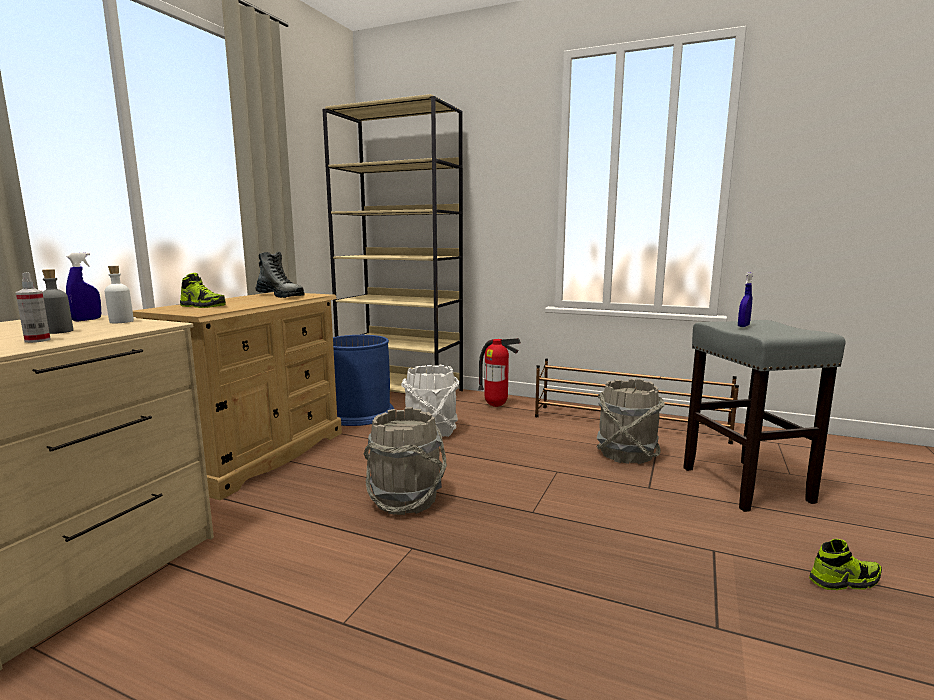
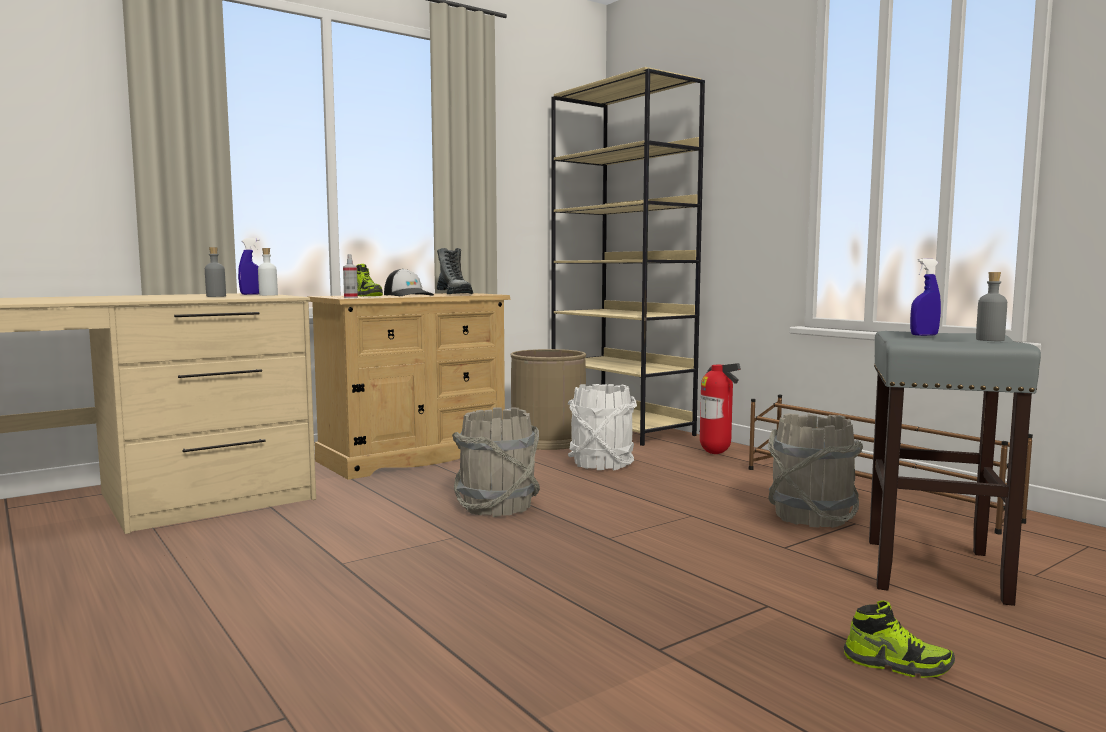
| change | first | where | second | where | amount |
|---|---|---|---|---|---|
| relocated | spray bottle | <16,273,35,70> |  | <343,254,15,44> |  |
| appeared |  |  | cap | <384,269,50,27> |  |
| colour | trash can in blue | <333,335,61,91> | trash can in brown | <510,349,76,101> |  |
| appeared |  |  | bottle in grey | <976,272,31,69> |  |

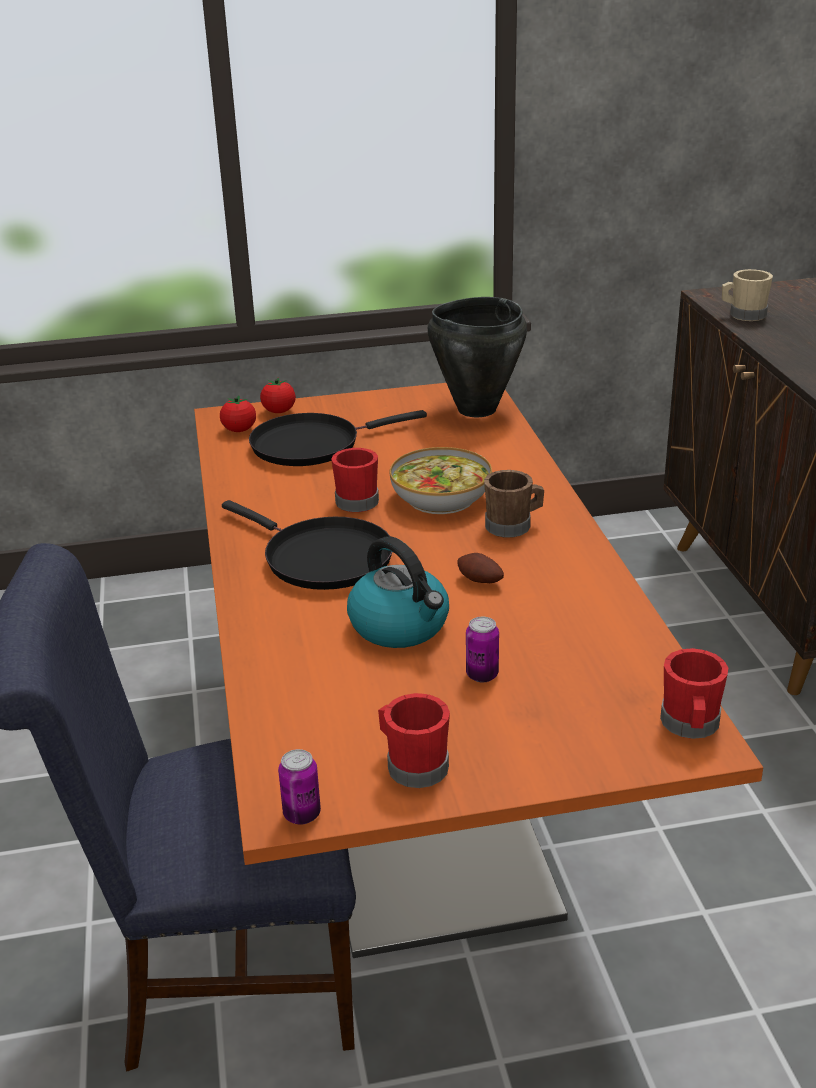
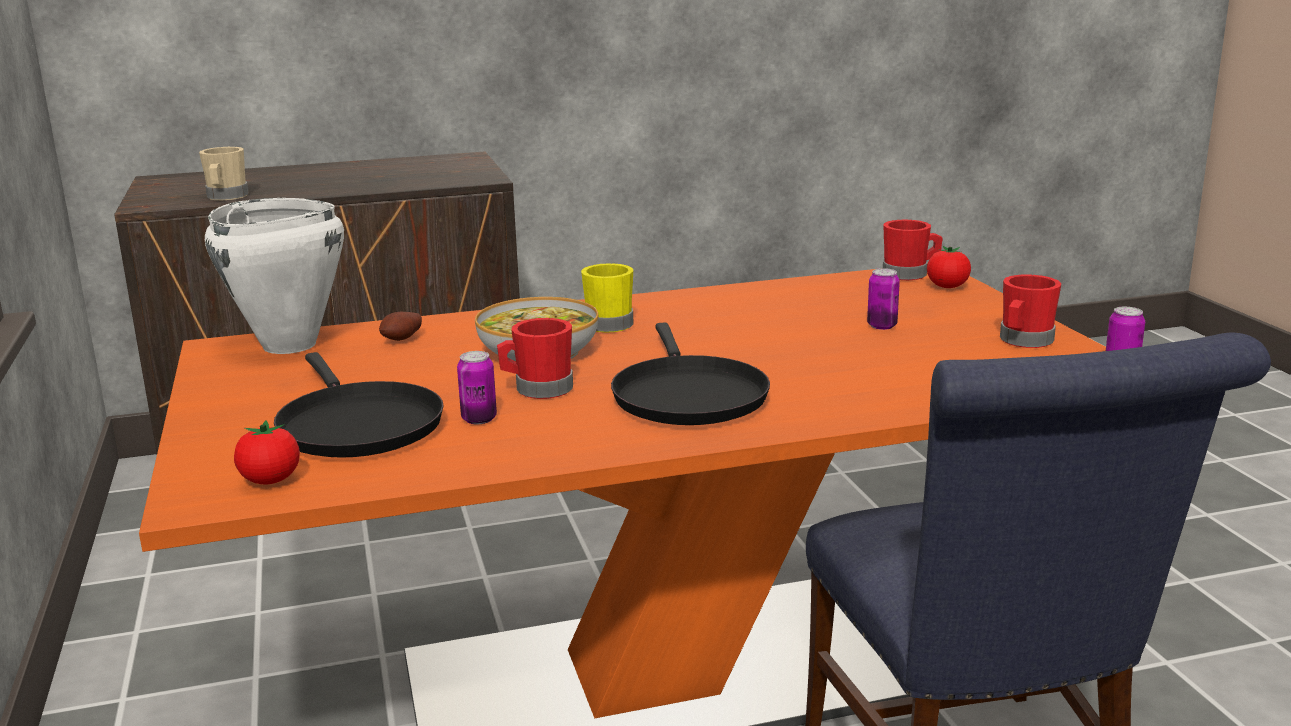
| change | first | where | second | where | amount |
|---|---|---|---|---|---|
| colour | cooking pot in black | <428,297,99,120> | cooking pot in white | <205,198,139,156> |  |
| relocated | potato | <457,553,47,30> |  | <379,312,43,29> |  |
| appeared |  |  | can | <457,351,40,73> |  |
| colour | mug in brown | <484,470,60,68> | mug in yellow | <581,263,52,70> |  |
| spun | frying pan in black | <222,500,170,90> |  | <611,323,159,102> | 135 degrees clockwise |
| relocated | tomato | <260,377,36,36> |  | <927,246,44,42> |  |
| missing | kettle | <347,536,102,112> |  |  |  |

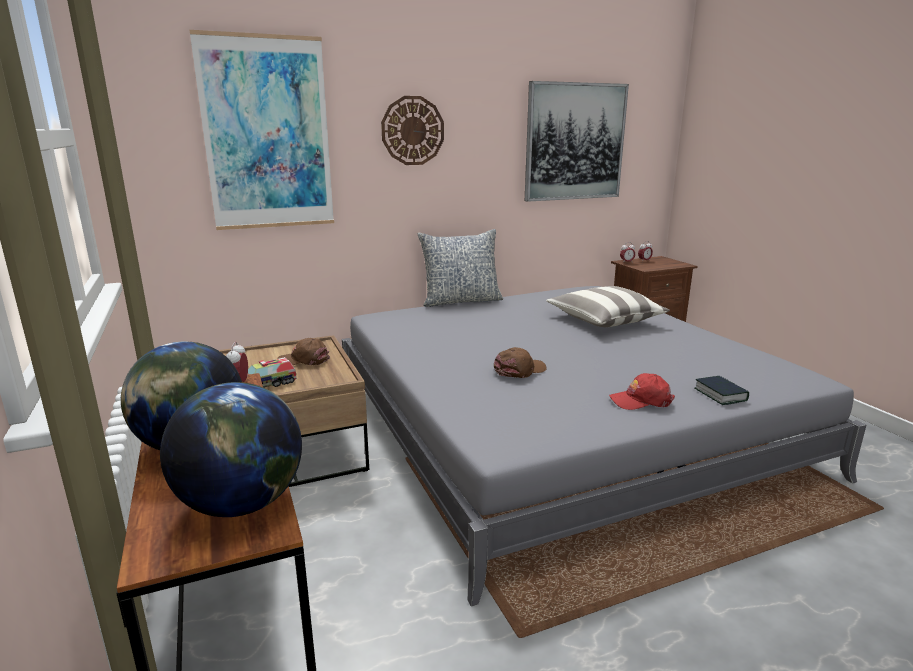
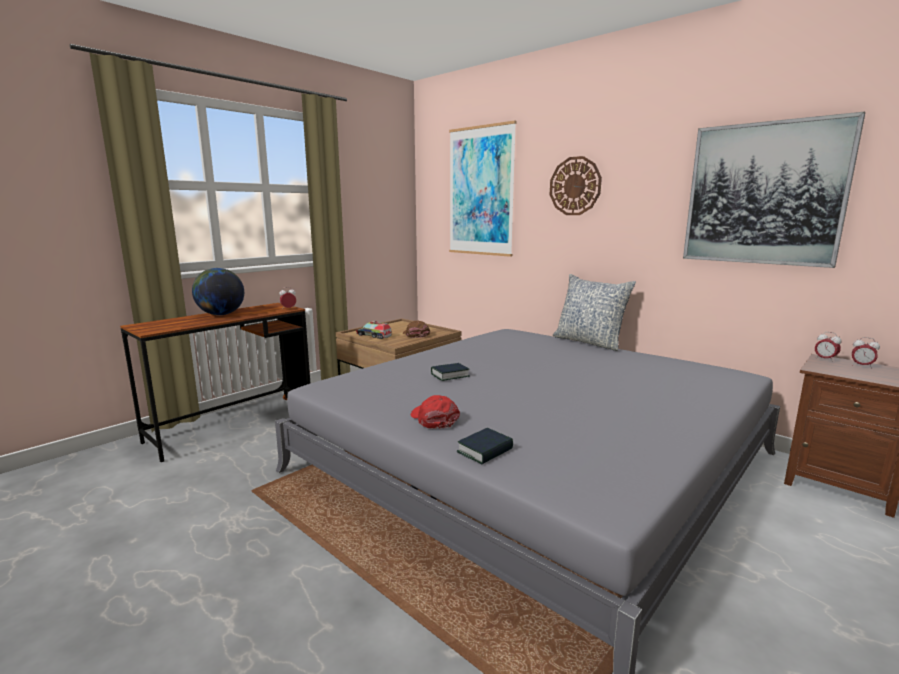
| change | first | where | second | where | amount |
|---|---|---|---|---|---|
| exchanged | cap in brown | <494,347,53,31> | book | <431,363,39,18> |  |
| missing | globe | <160,382,142,135> |  |  |  |
| missing | pillow | <546,286,124,41> |  |  |  |

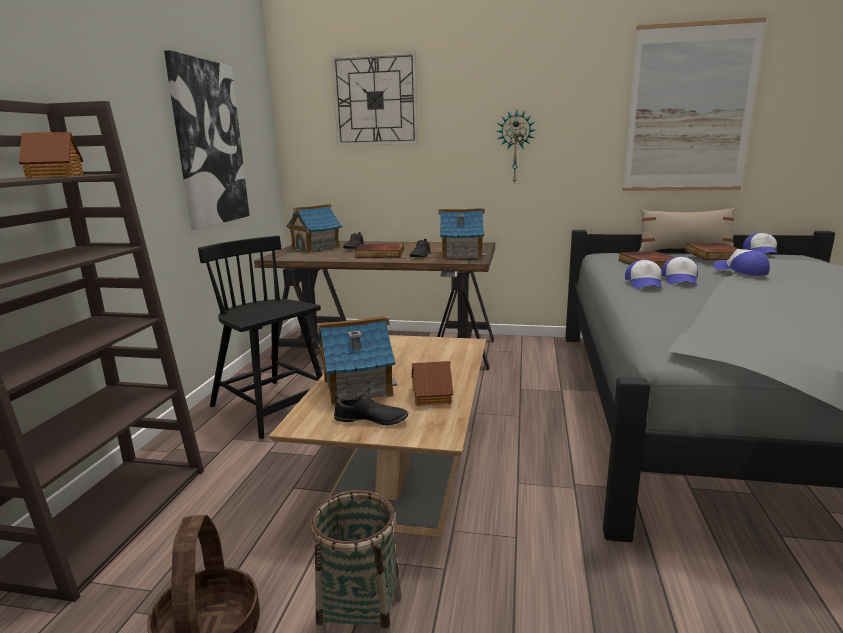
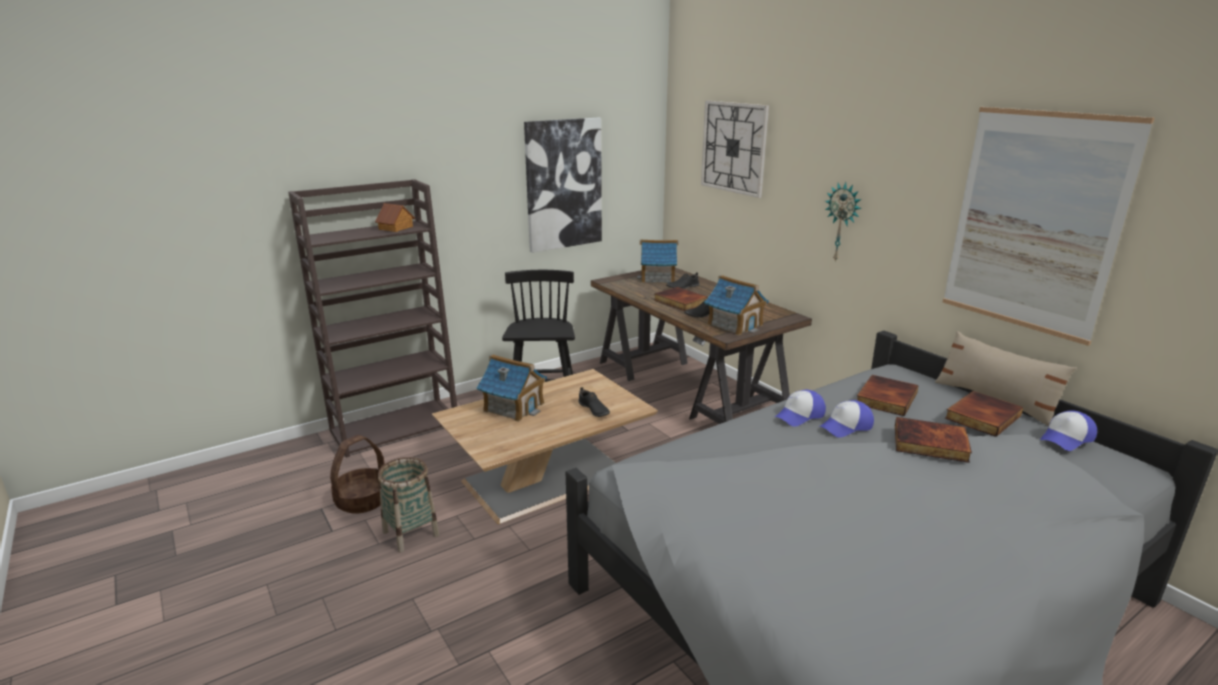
| change | first | where | second | where | amount |
|---|---|---|---|---|---|
| relocated | shoe in black | <334,394,74,31> |  | <578,387,32,30> |  |
| exchanged | cap | <713,249,57,27> | book | <895,417,77,46> |  |
| missing | toy house | <411,361,42,45> |  |  |  |

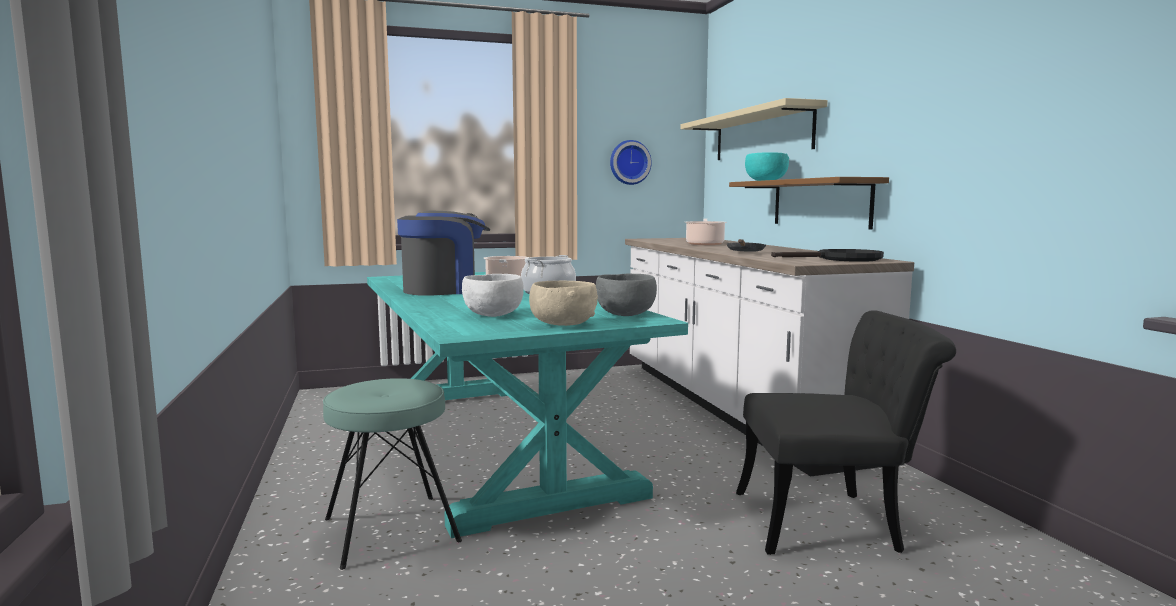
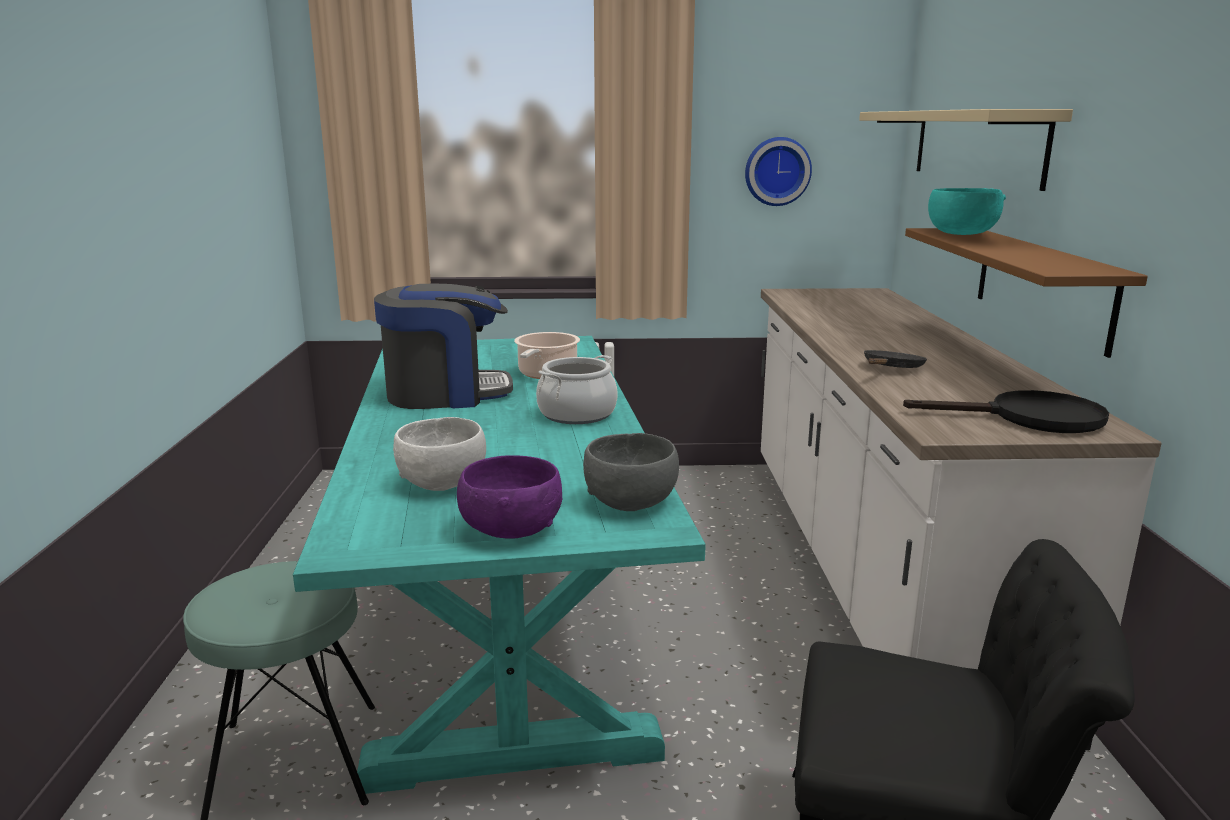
| change | first | where | second | where | amount |
|---|---|---|---|---|---|
| colour | bowl in beige | <529,281,69,45> | bowl in purple | <457,455,106,84> |  |
| missing | cooking pot | <685,218,42,27> |  |  |  |

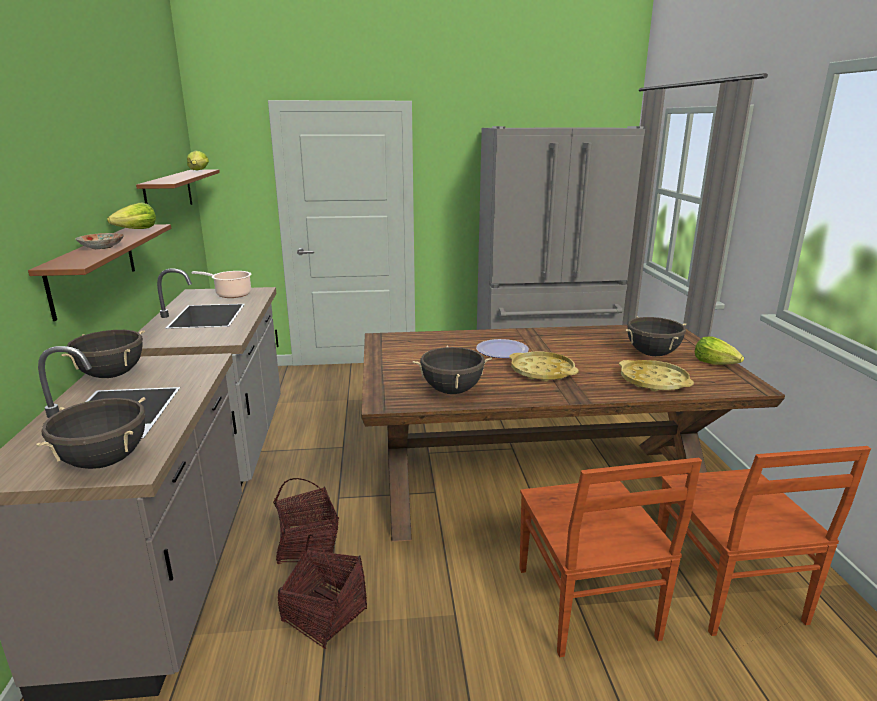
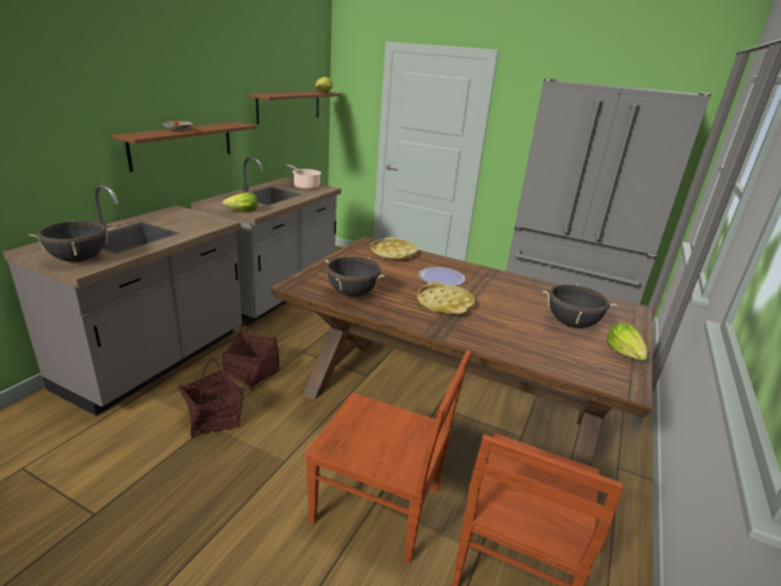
| change | first | where | second | where | amount |
|---|---|---|---|---|---|
| relocated | lettuce | <107,203,49,26> |  | <222,192,36,19> |  |
| spun | chair in brown | <519,458,183,199> |  | <305,350,166,213> | 90 degrees counterclockwise |
| relocated | tray in yellow | <619,360,75,32> |  | <371,237,47,22> |  |
| missing | cooking pot in black | <61,330,84,48> |  |  |  |

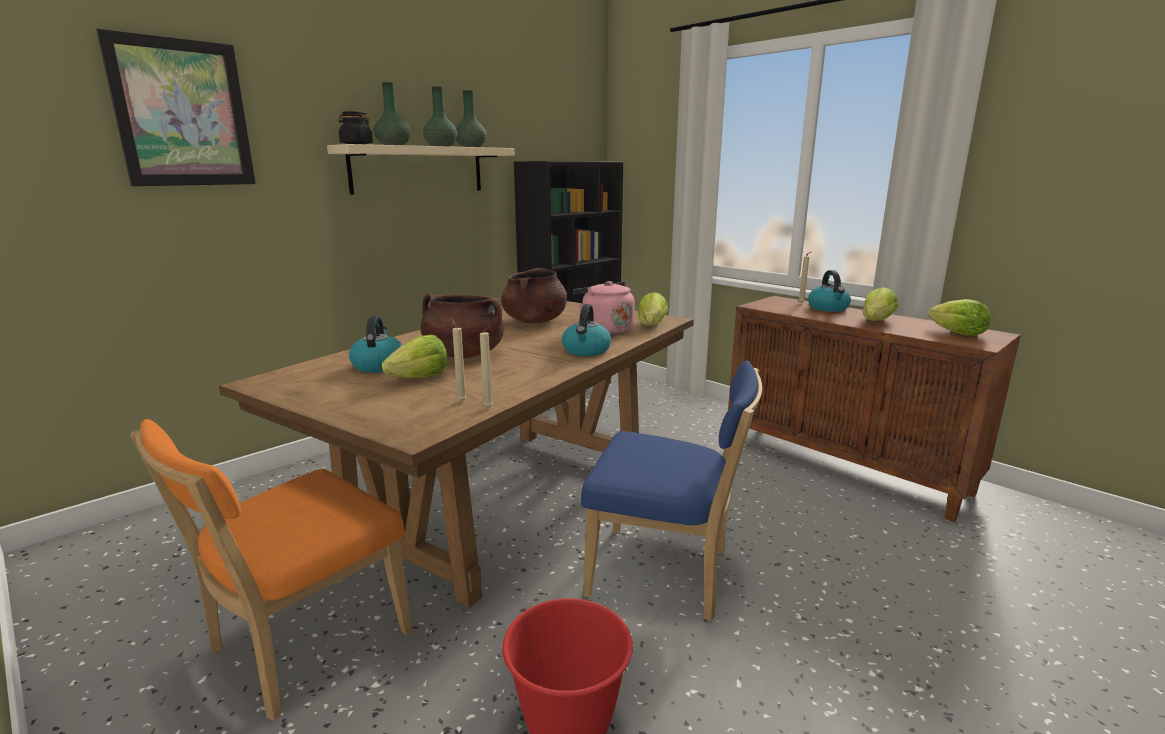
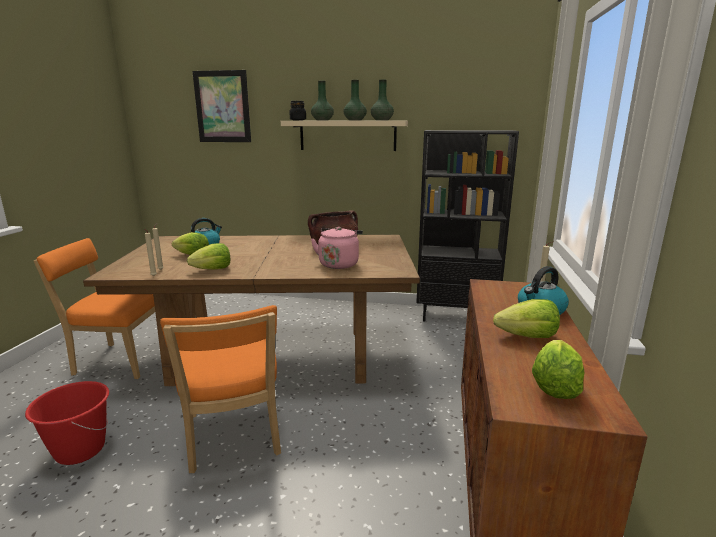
| change | first | where | second | where | amount |
|---|---|---|---|---|---|
| colour | chair in blue | <581,360,181,261> | chair in orange | <160,305,121,168> |  |
| relocated | lettuce | <638,292,30,34> |  | <187,243,43,26> |  |
| missing | cooking pot in brown | <420,294,85,64> |  |  |  |
| missing | kettle | <562,304,49,52> |  |  |  |

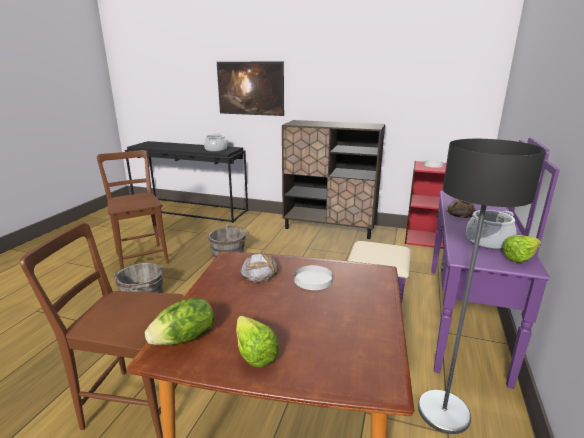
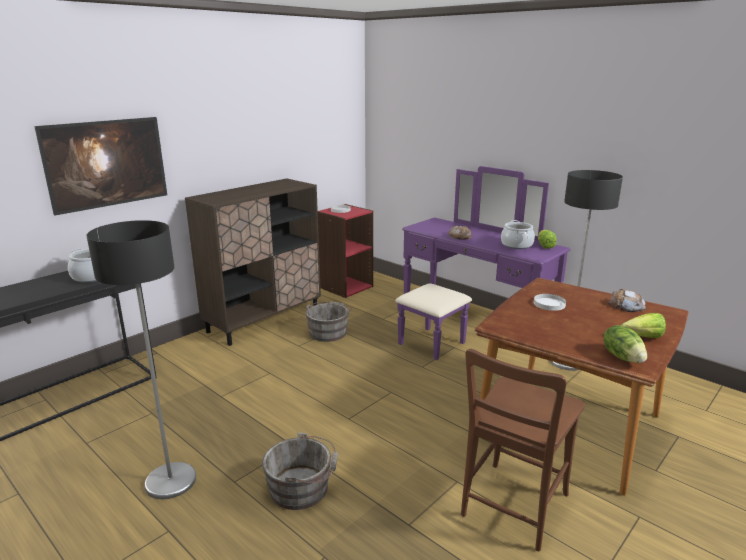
| change | first | where | second | where | amount |
|---|---|---|---|---|---|
| exchanged | chair in brown | <97,150,72,120> | floor lamp | <87,220,109,279> |  |
| relocated | bucket in grey | <208,224,41,34> |  | <306,301,46,41> |  |
| relocated | bread | <240,253,40,30> |  | <608,289,38,23> |  |

